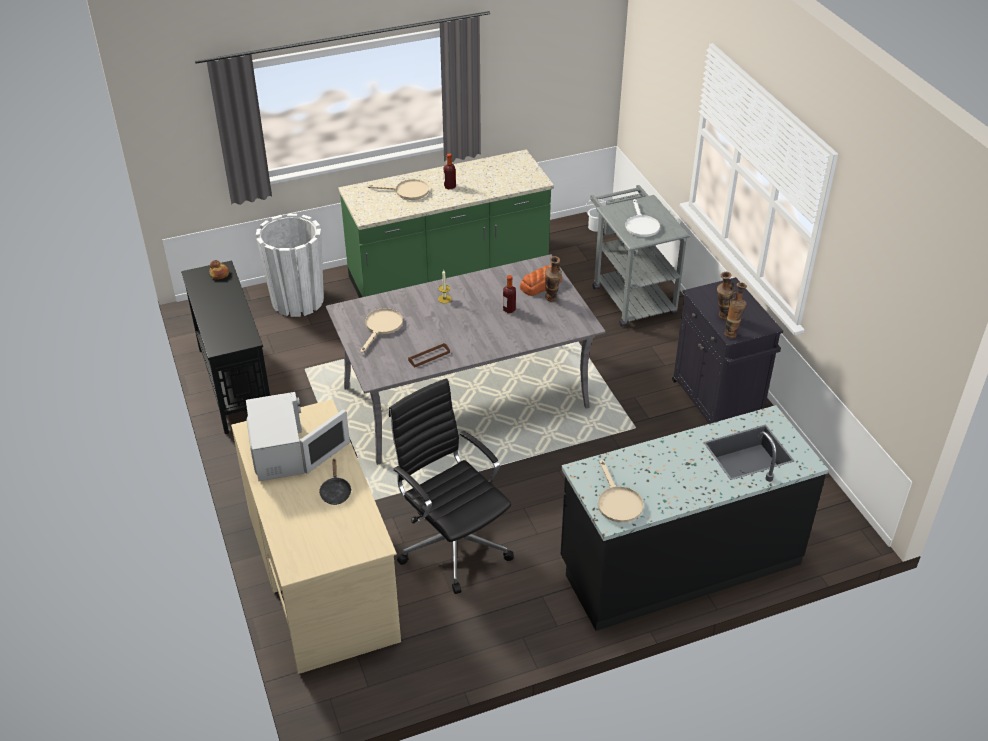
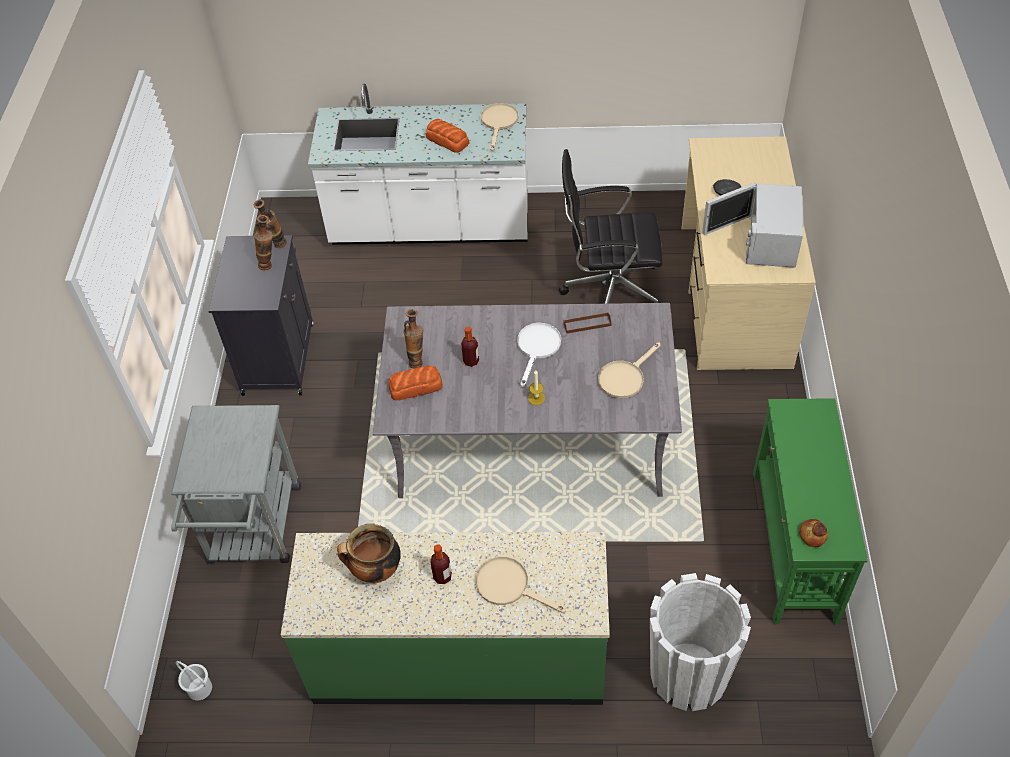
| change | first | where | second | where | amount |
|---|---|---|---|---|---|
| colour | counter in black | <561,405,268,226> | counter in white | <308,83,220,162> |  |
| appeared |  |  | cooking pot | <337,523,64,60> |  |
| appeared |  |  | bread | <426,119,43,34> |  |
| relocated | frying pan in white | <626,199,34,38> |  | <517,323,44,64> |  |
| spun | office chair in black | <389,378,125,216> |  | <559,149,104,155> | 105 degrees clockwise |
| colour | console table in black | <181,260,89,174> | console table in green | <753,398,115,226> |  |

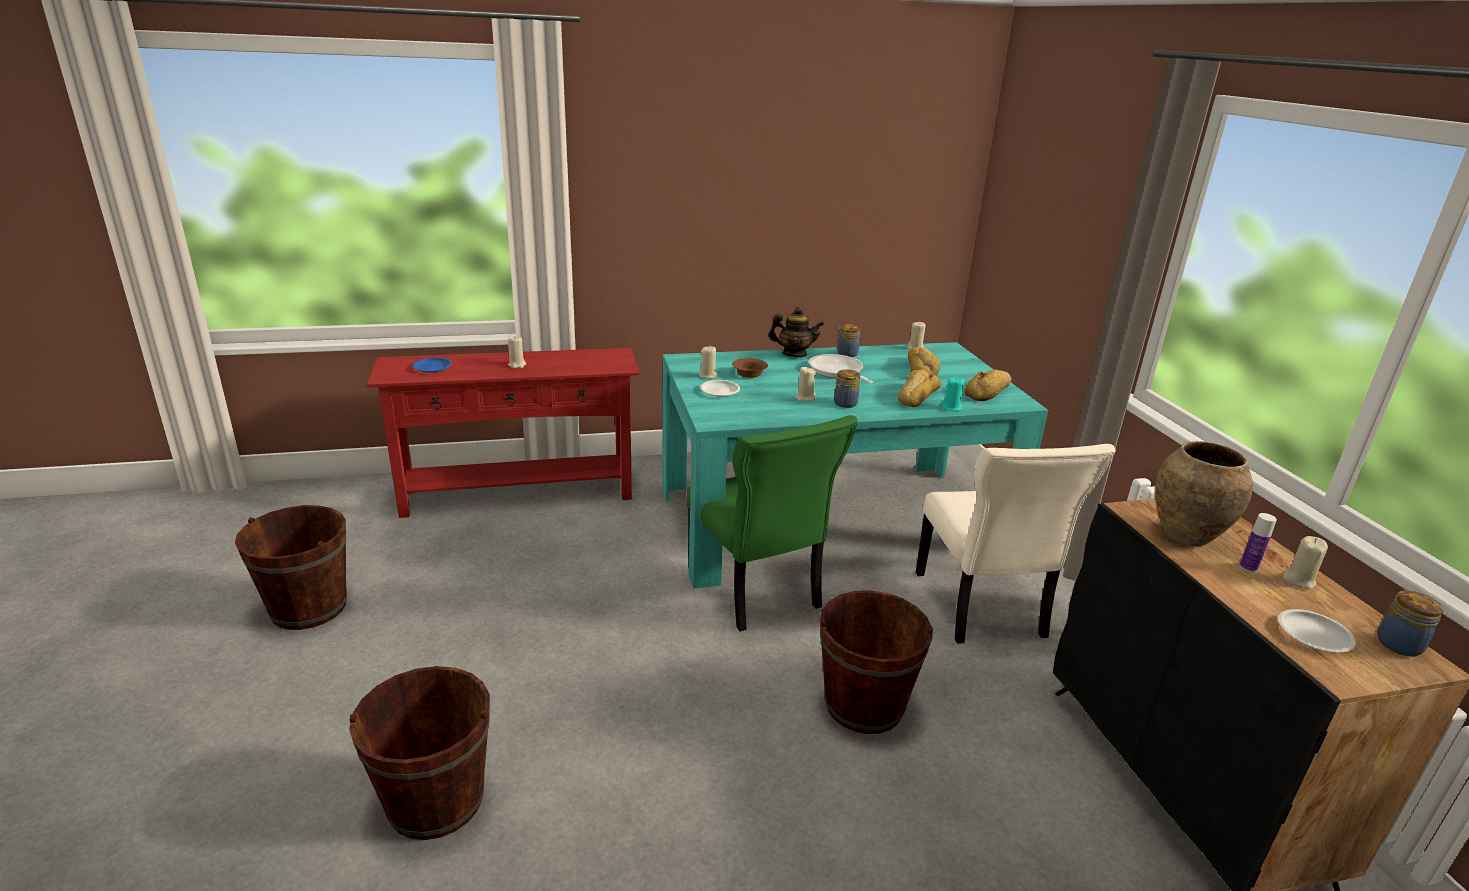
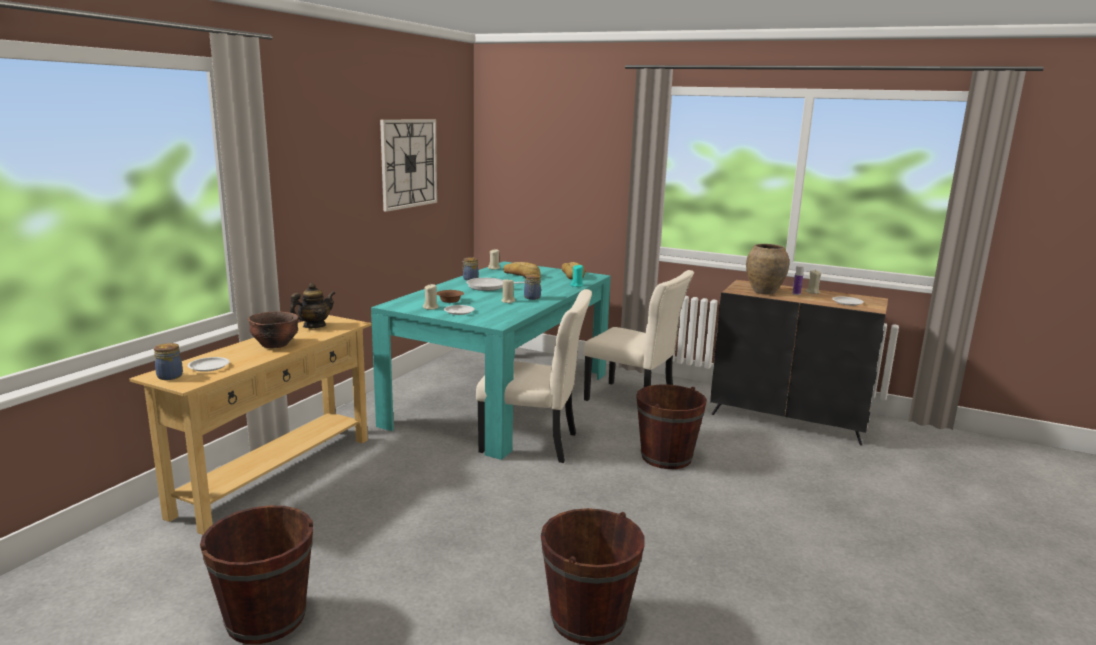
| change | first | where | second | where | amount |
|---|---|---|---|---|---|
| colour | console table in red | <366,348,274,170> | console table in beige | <130,315,242,220> |  |
| relocated | jar | <1377,590,67,67> |  | <154,343,29,37> |  |
| colour | plate in blue | <412,357,40,16> | plate in white | <187,357,43,15> |  |
| exchanged | candle in beige | <508,337,18,31> | bowl in brown | <247,312,51,36> |  |
| relocated | teapot | <768,307,56,50> |  | <289,283,47,45> |  |
| appeared |  |  | wall clock | <380,119,57,93> |  |
| colour | chair in green | <686,415,172,216> | chair in beige | <476,289,116,174> |  |
| missing | bread | <898,369,43,38> |  |  |  |

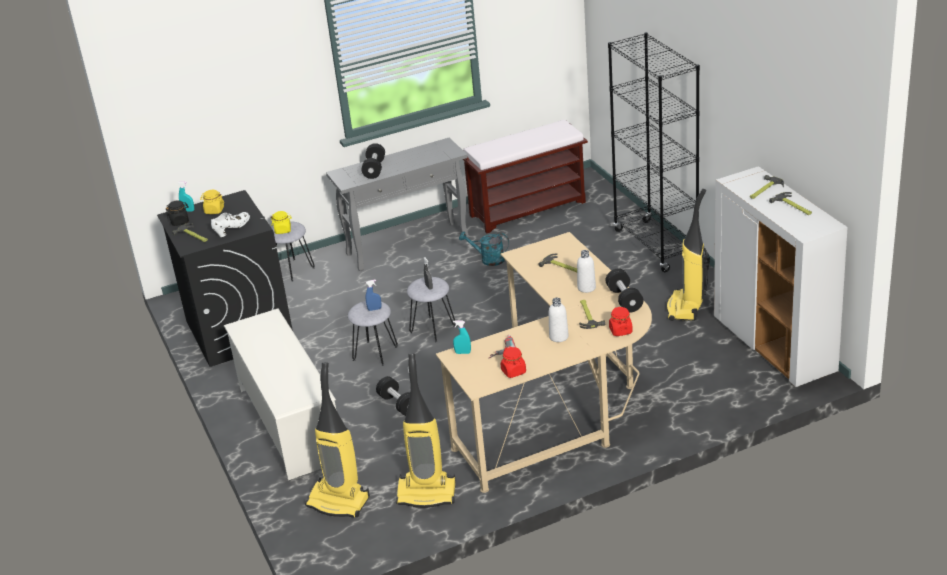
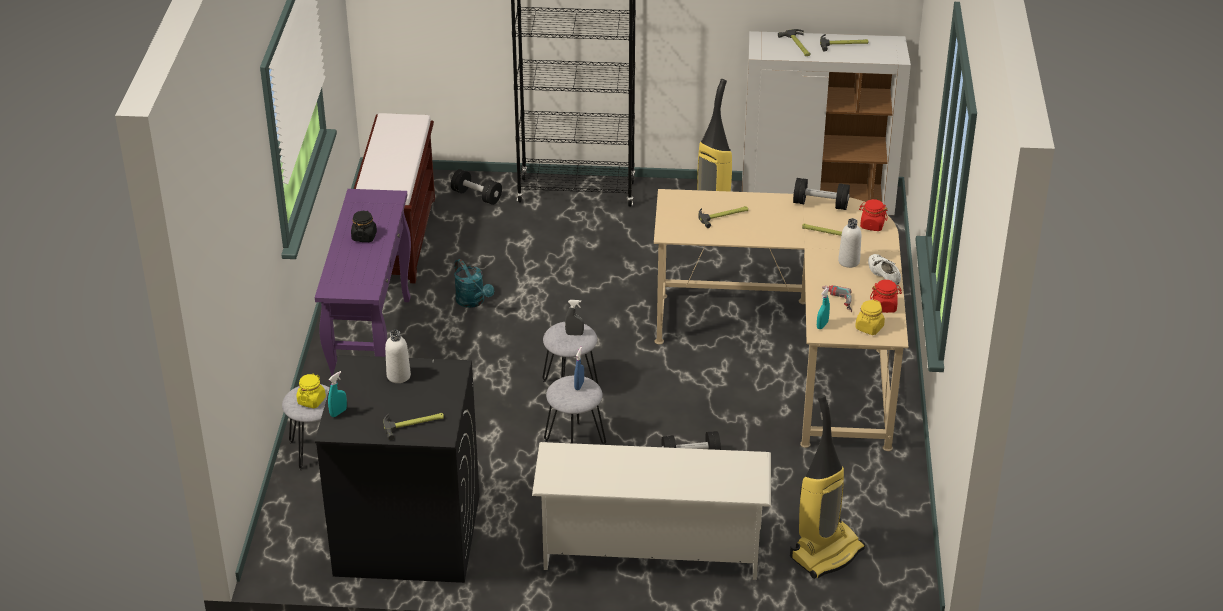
| change | first | where | second | where | amount |
|---|---|---|---|---|---|
| colour | console table in grey | <326,138,143,133> | console table in purple | <315,189,96,187> |  |
| relocated | jar in black | <166,200,23,26> |  | <351,211,26,31> |  |
| relocated | bottle in white | <577,250,19,43> |  | <385,330,26,53> |  |
| relocated | dumbbell in black | <361,143,24,36> |  | <451,169,51,36> |  |
| spun | watering can in turquoise | <459,231,50,35> |  | <454,259,40,49> | 75 degrees counterclockwise |
| relocated | jar in yellow | <200,190,24,24> |  | <855,299,30,36> |  |
| relocated | shoe in white | <211,212,39,25> |  | <868,254,33,34> |  |
| missing | vacuum cleaner | <396,353,60,155> |  |  |  |

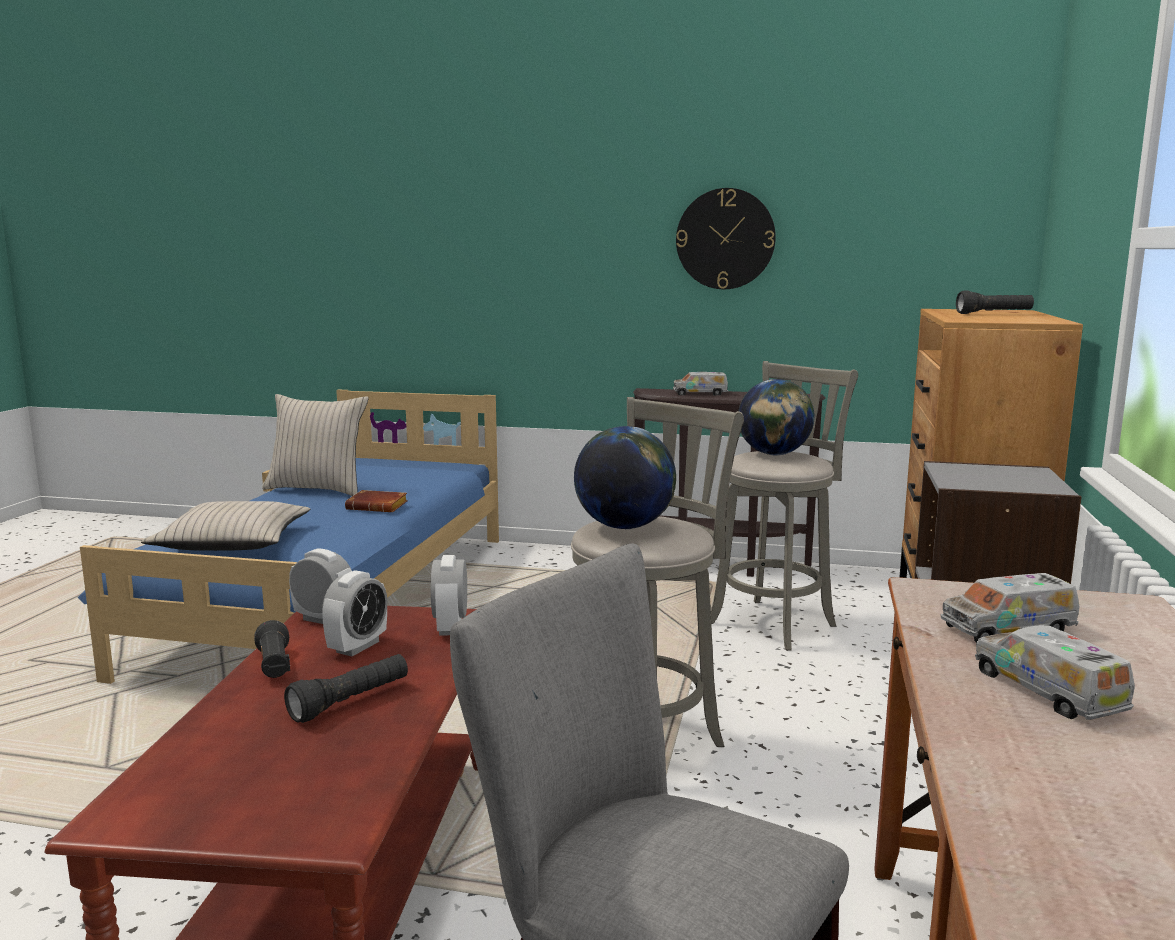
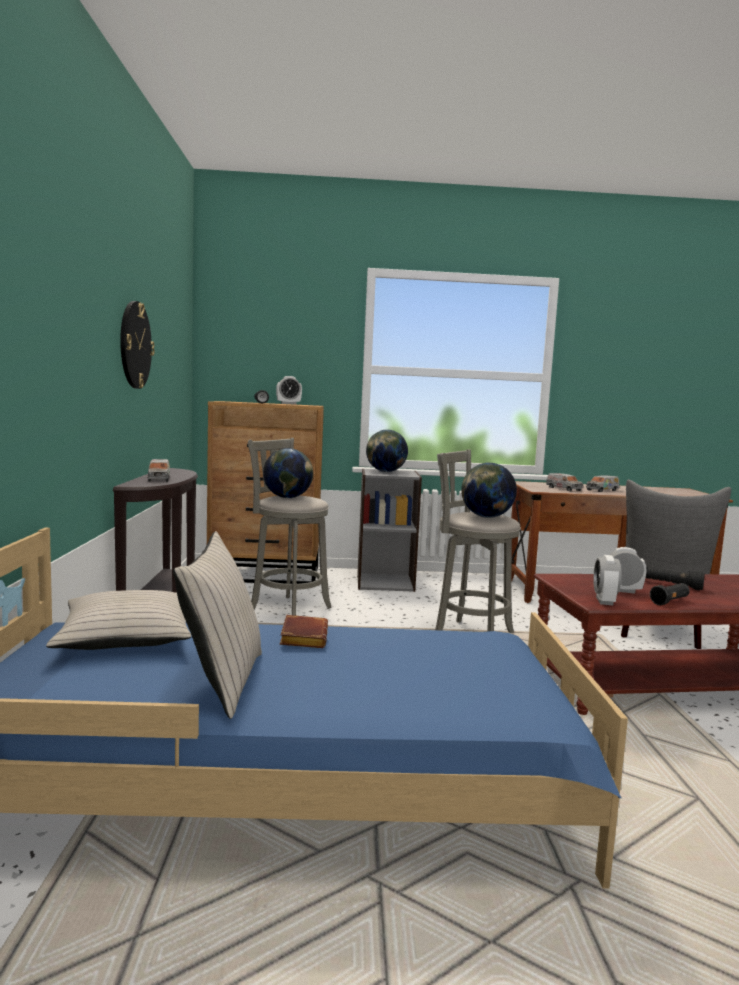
| change | first | where | second | where | amount |
|---|---|---|---|---|---|
| relocated | pillow in beige | <141,501,169,50> |  | <46,590,145,60> |  |
| relocated | alarm clock | <431,555,36,81> |  | <276,376,26,28> |  |
| appeared |  |  | globe | <366,430,42,42> |  |

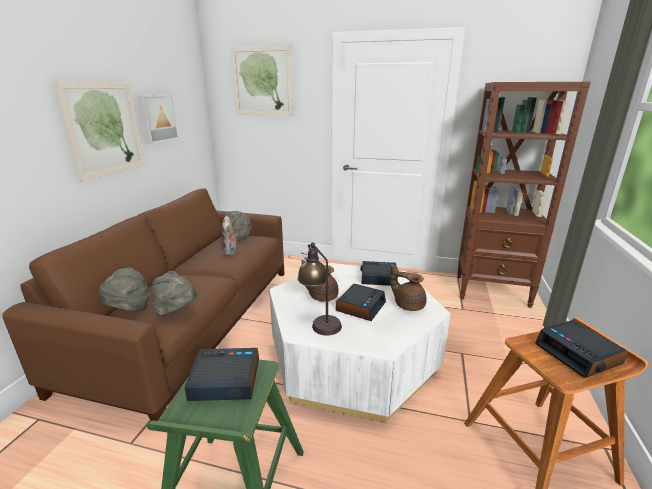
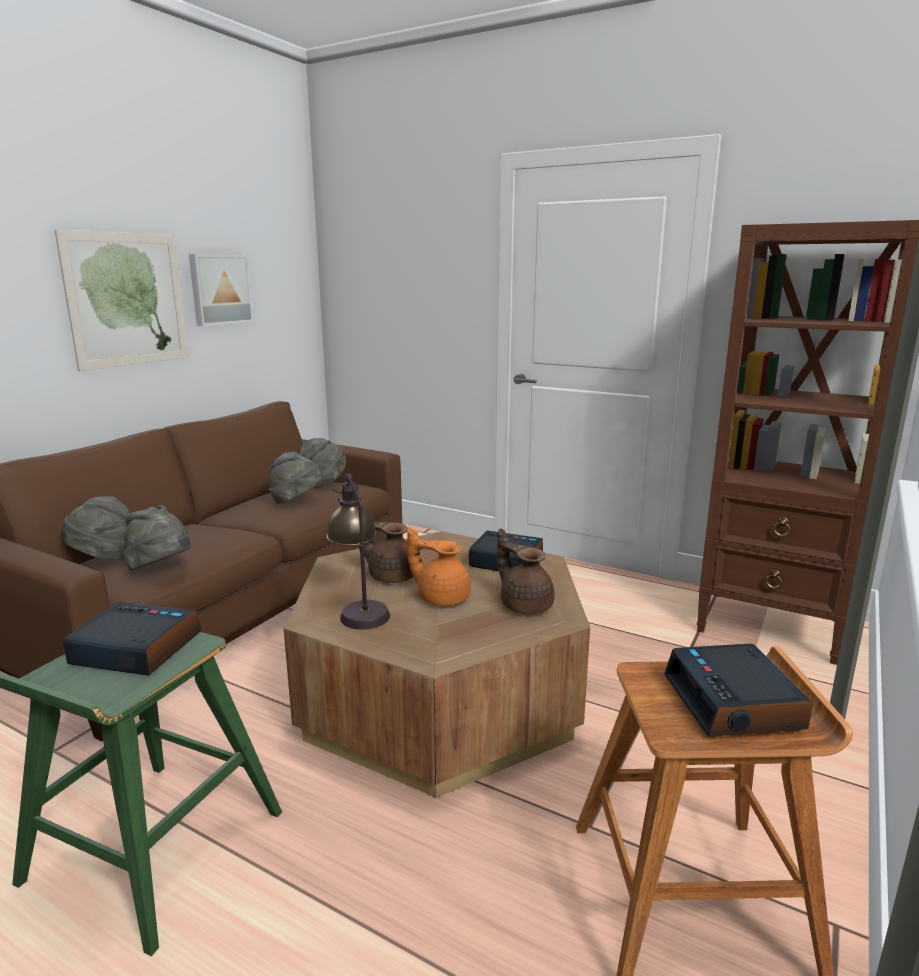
| change | first | where | second | where | amount |
|---|---|---|---|---|---|
| exchanged | plush toy | <221,216,17,40> | hat in grey | <269,452,53,52> |  |
| colour | coffee table in white | <269,263,182,160> | coffee table in brown | <284,531,306,267> |  |
| exchanged | alarm clock | <336,284,50,37> | teapot in orange | <407,527,64,79> |  |
| missing | picture | <230,45,63,71> |  |  |  |

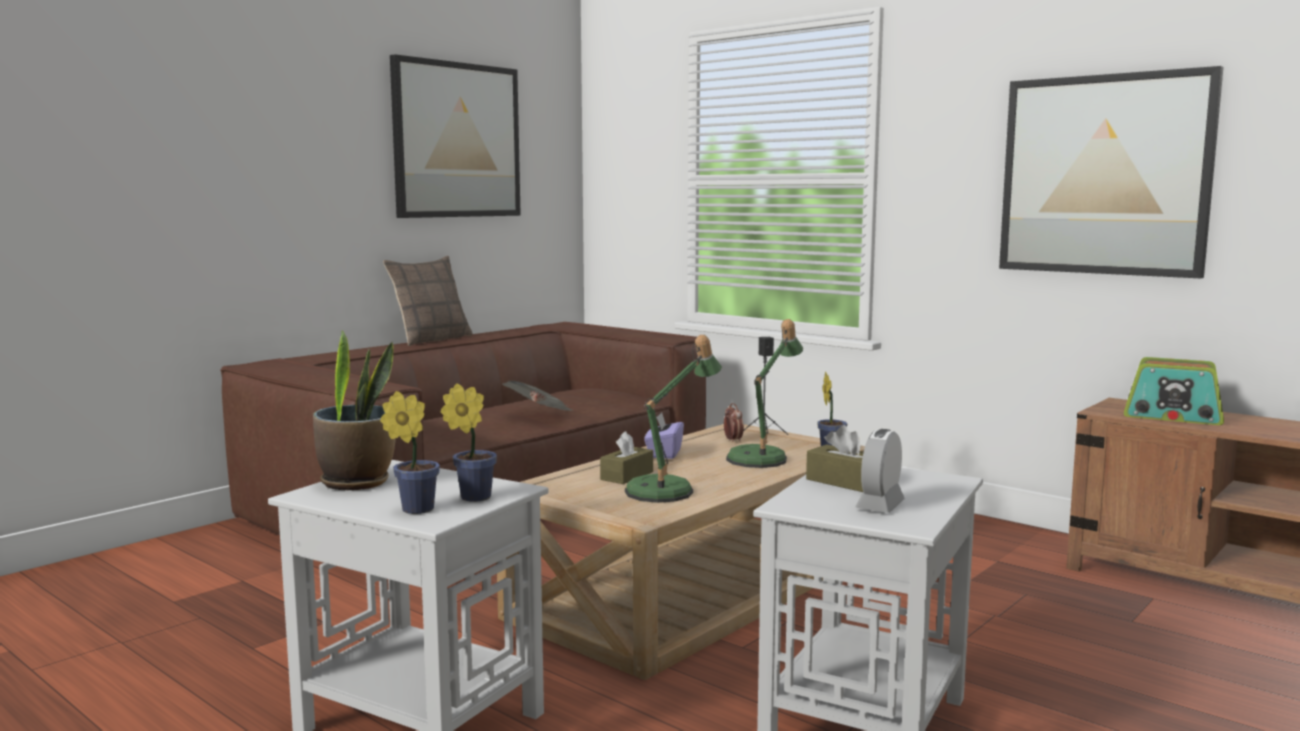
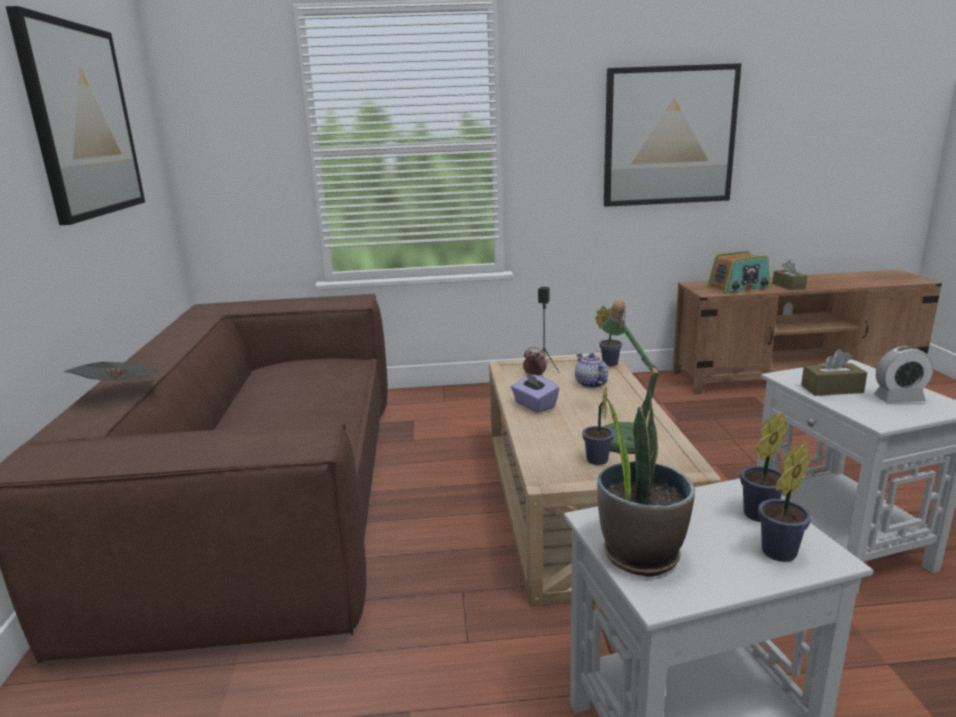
| change | first | where | second | where | amount |
|---|---|---|---|---|---|
| relocated | newspaper | <502,381,70,30> |  | <64,362,95,19> |  |
| exchanged | table lamp | <726,319,77,149> | teapot | <575,353,33,35> |  |
| appeared |  |  | potted plant | <582,385,32,80> |  |
| relocated | tissue box in brown | <600,431,53,53> |  | <773,260,34,30> |  |
| spun | alarm clock | <856,429,49,84> |  | <874,346,60,57> | 75 degrees counterclockwise |
| missing | pillow | <383,256,90,90> |  |  |  |

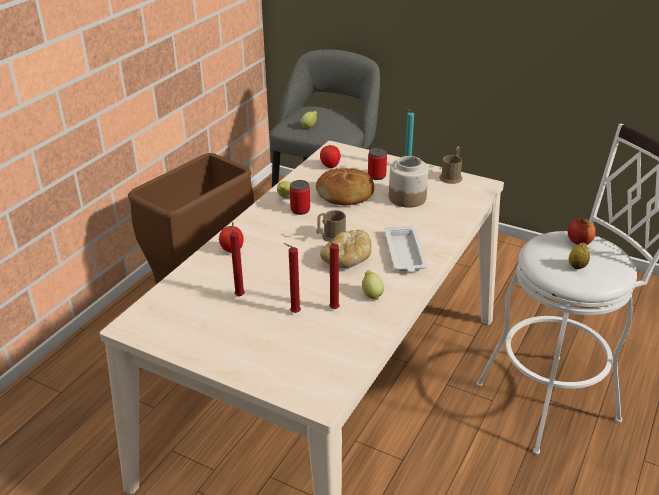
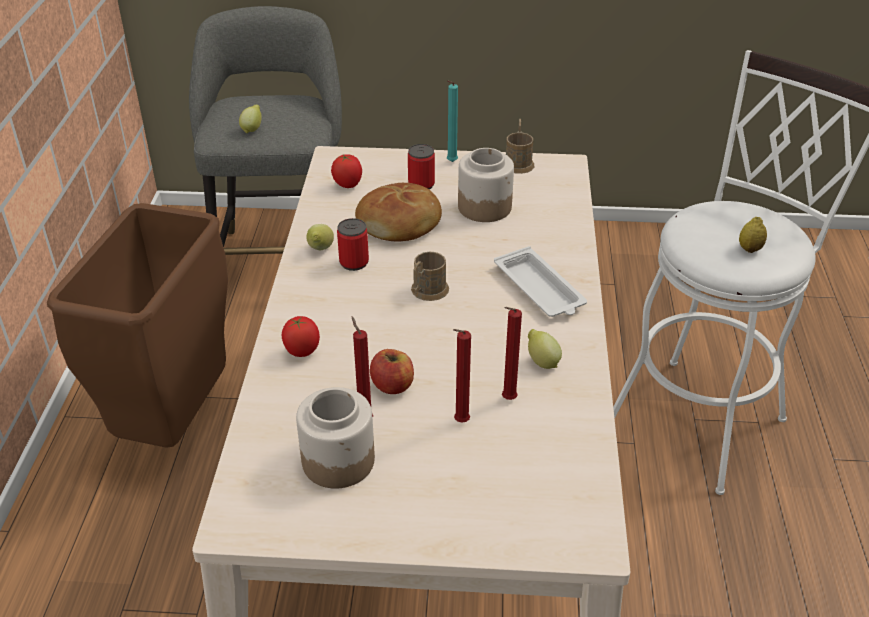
| change | first | where | second | where | amount |
|---|---|---|---|---|---|
| appeared |  |  | jar | <296,387,79,102> |  |
| relocated | apple | <568,218,28,27> |  | <370,349,44,45> |  |
| missing | bread | <320,230,52,38> |  |  |  |

